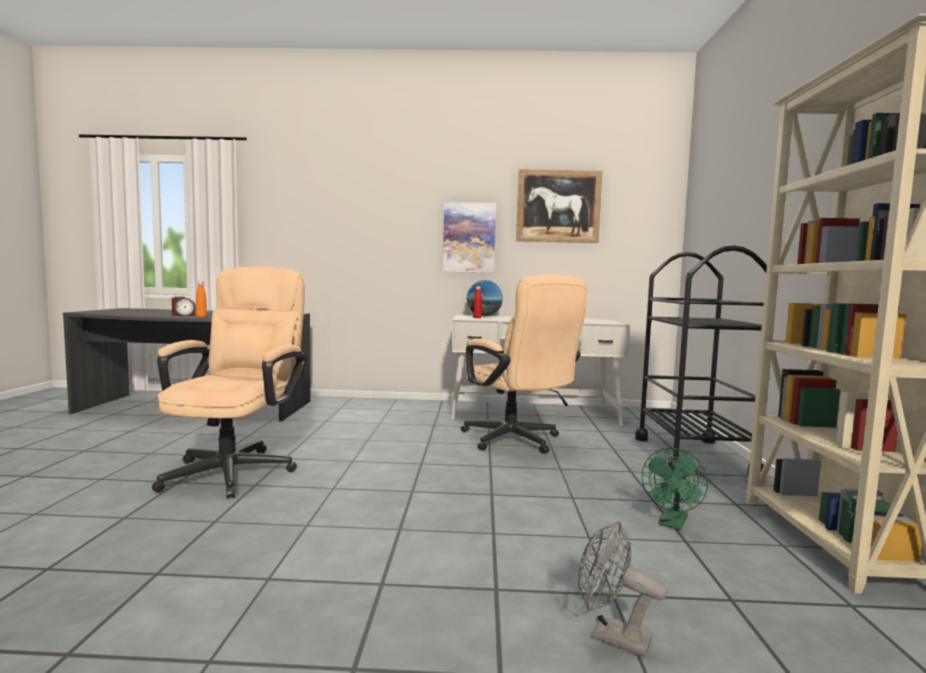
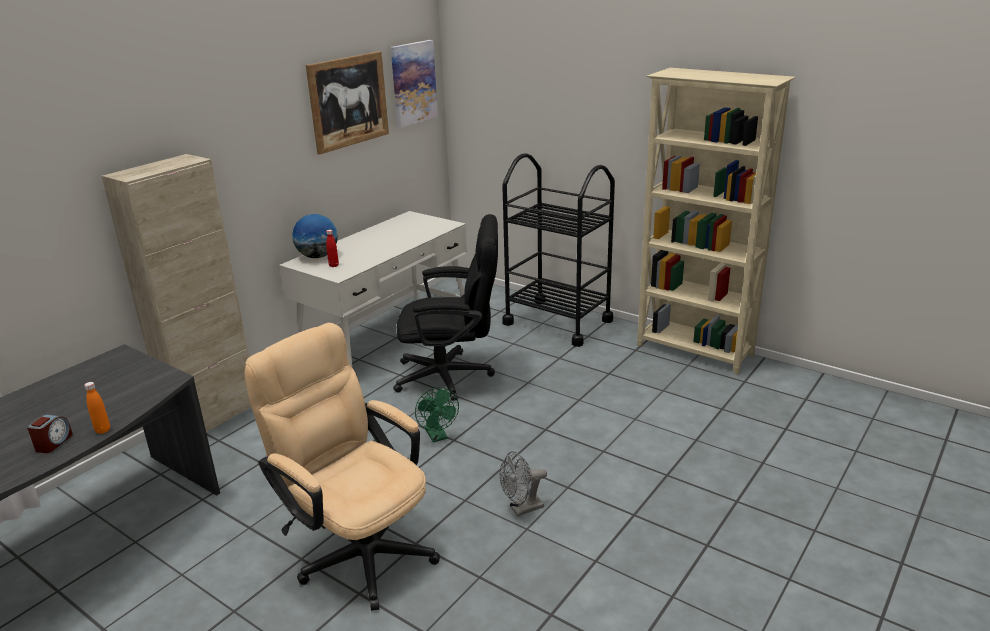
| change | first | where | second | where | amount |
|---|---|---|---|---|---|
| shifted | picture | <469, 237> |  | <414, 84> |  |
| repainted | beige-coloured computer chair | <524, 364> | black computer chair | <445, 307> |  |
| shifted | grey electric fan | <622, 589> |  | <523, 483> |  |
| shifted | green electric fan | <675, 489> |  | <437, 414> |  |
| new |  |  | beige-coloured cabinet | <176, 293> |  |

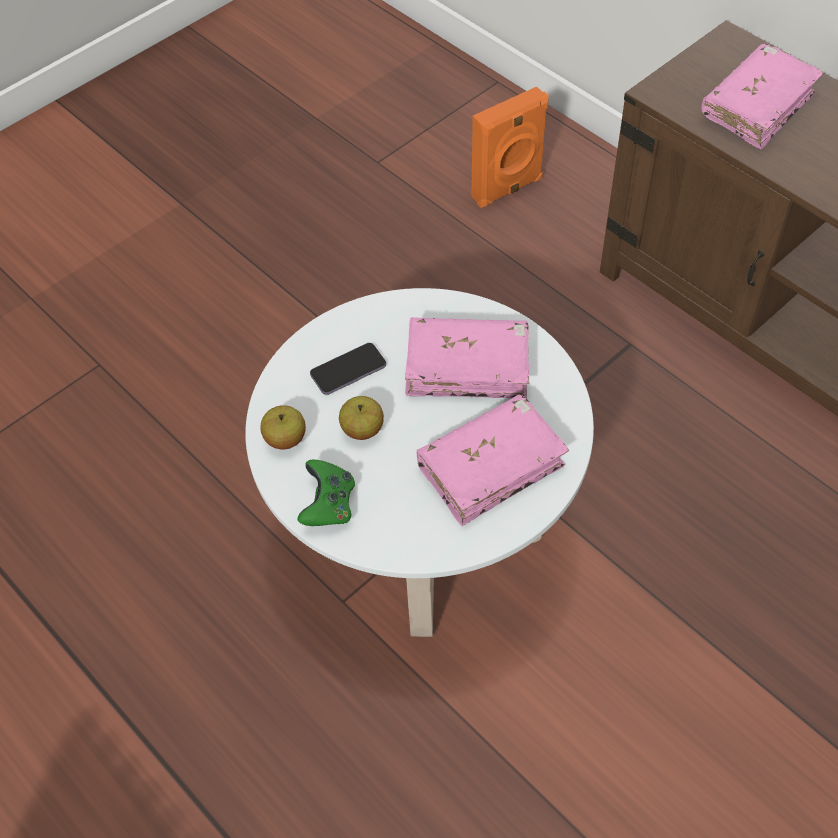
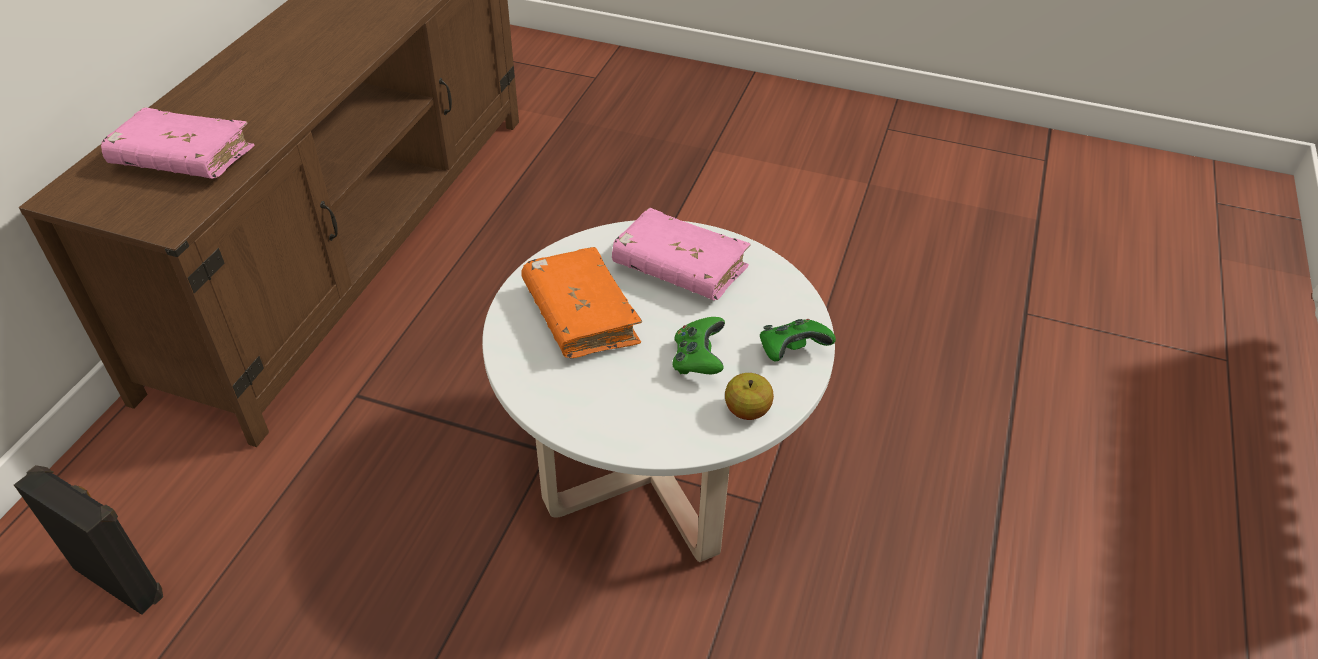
| change | first | where | second | where | amount |
|---|---|---|---|---|---|
| gone | telephone | <348, 369> |  |  |  |
| swapped | apple fruit | <361, 418> | green game controller | <698, 345> |  |
| repainted | pink bound book | <467, 358> | orange bound book | <581, 302> |  |
| repainted | orange loudspeaker | <510, 147> | black loudspeaker | <88, 540> |  |

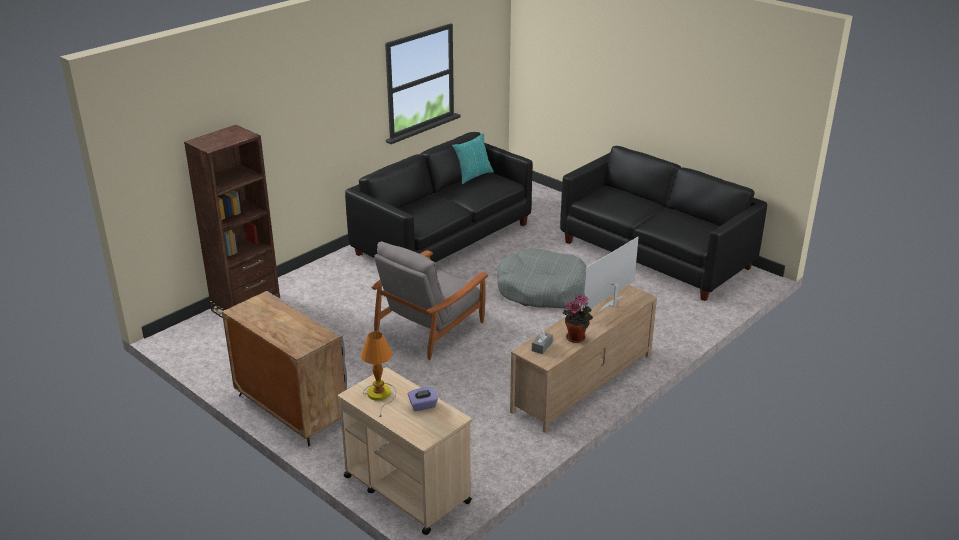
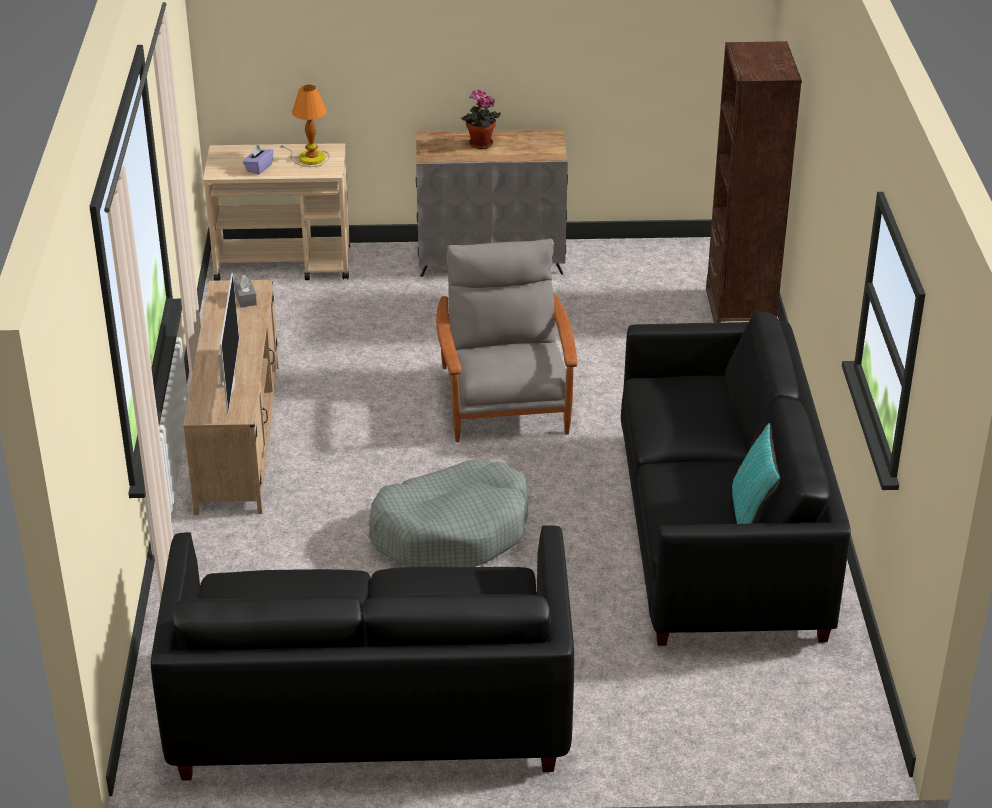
| change | first | where | second | where | amount |
|---|---|---|---|---|---|
| shifted | houseplant | <578, 319> |  | <481, 119> |  |

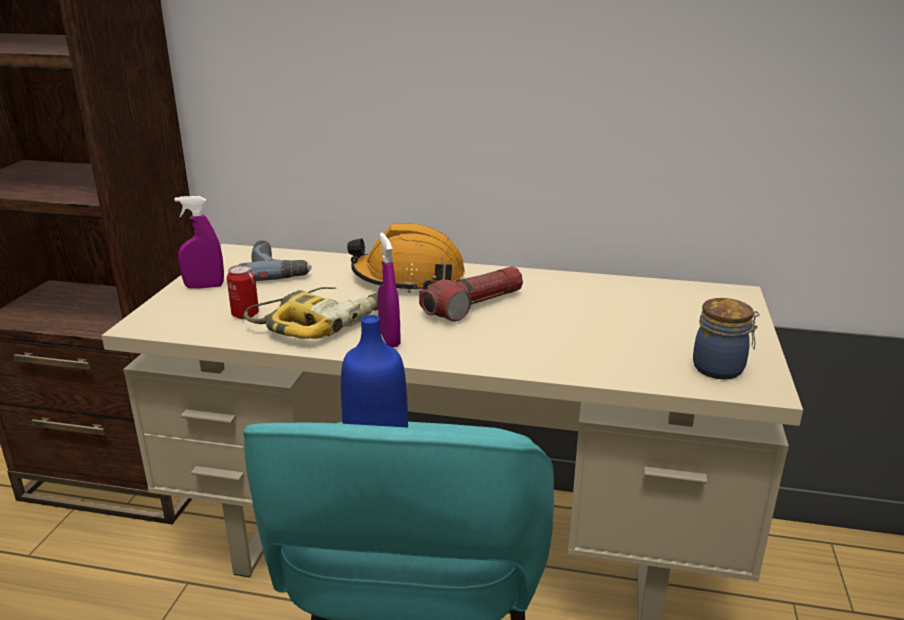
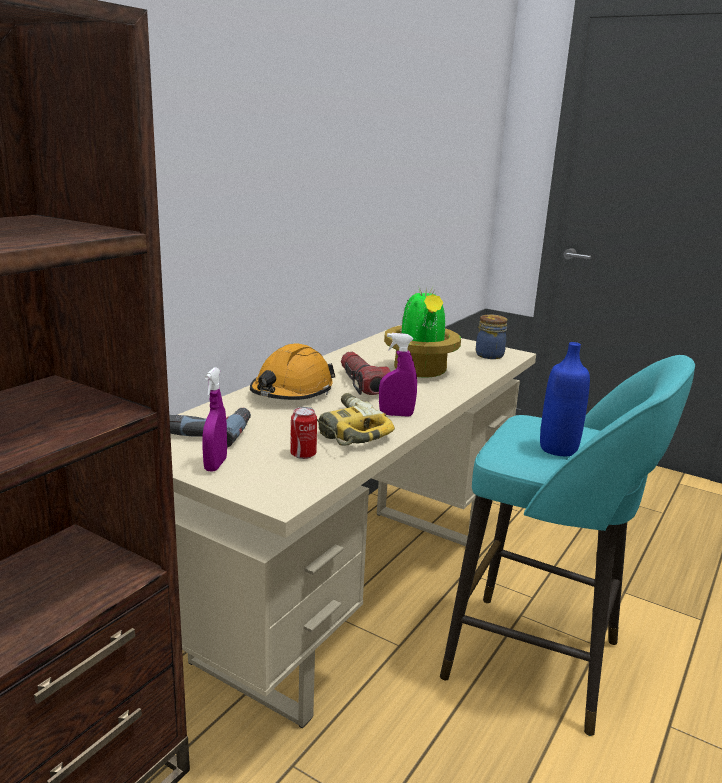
| change | first | where | second | where | amount |
|---|---|---|---|---|---|
| new |  |  | houseplant | <422, 332> |  |

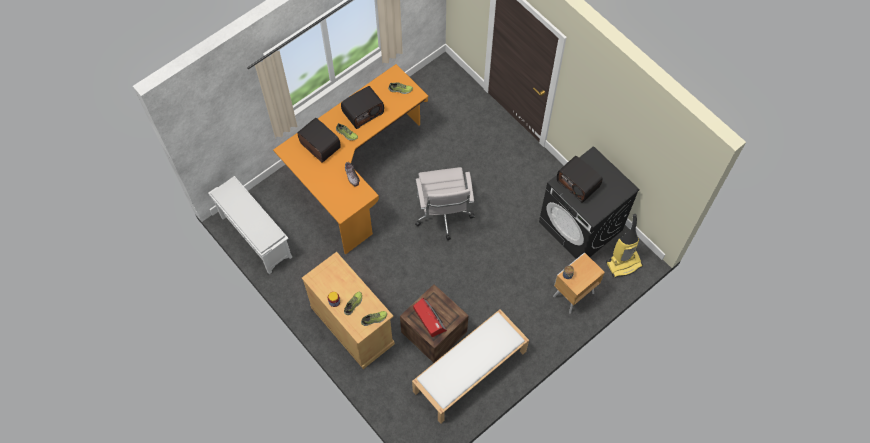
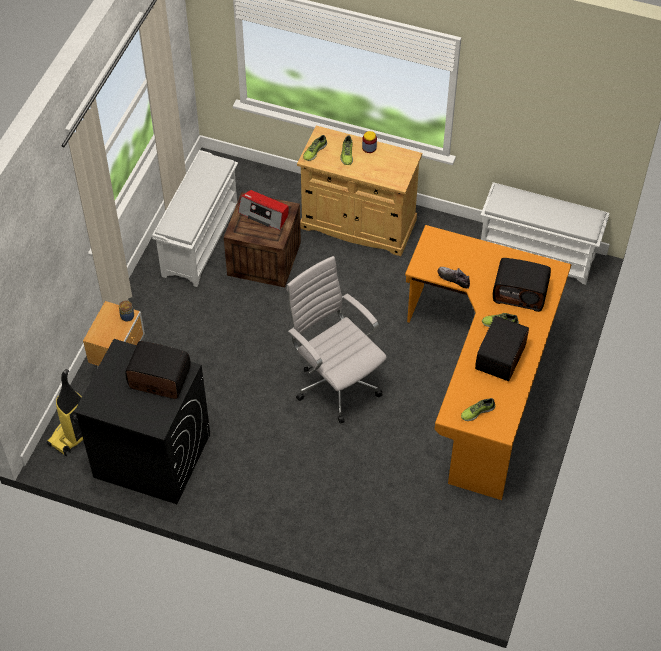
| change | first | where | second | where | amount |
|---|---|---|---|---|---|
| swapped | white-coloured indoor bench | <470, 366> | white-coloured shoe rack | <195, 218> |  |

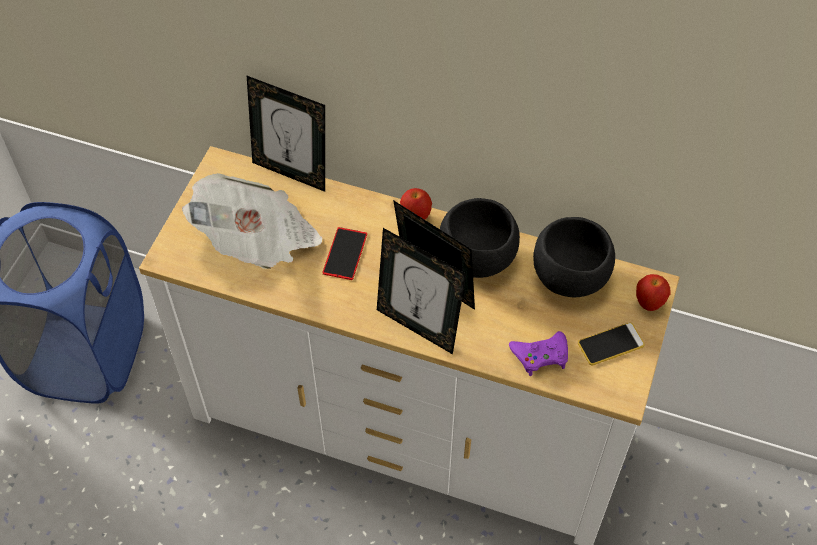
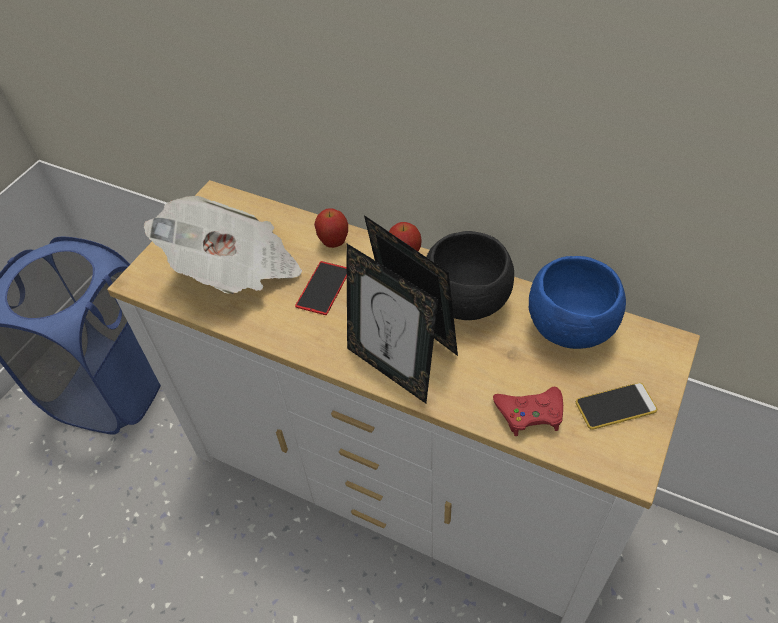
| change | first | where | second | where | amount |
|---|---|---|---|---|---|
| gone | standing frame | <286, 134> |  |  |  |
| repainted | purple game controller | <538, 353> | red-coloured game controller | <528, 411> |  |
| repainted | black serving bowl | <574, 257> | bluish serving bowl | <577, 302> |  |
| shifted | apple fruit | <653, 292> |  | <331, 228> |  |

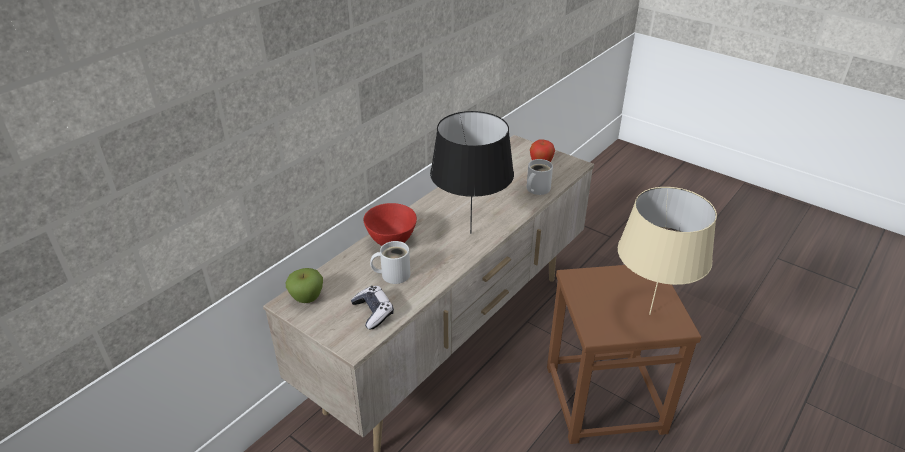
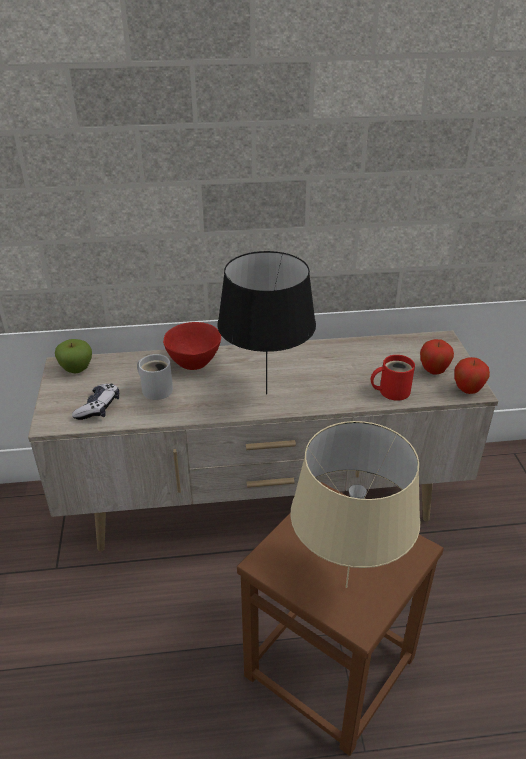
| change | first | where | second | where | amount |
|---|---|---|---|---|---|
| repainted | white-coloured tea mug | <540, 177> | red-coloured tea mug | <393, 378> |  |
| new |  |  | apple fruit | <472, 375> |  |

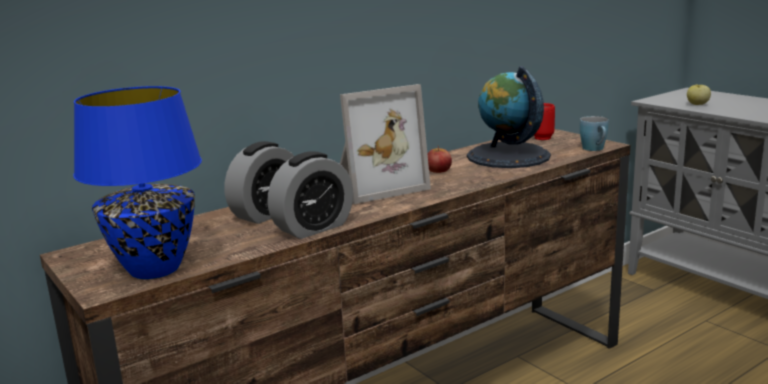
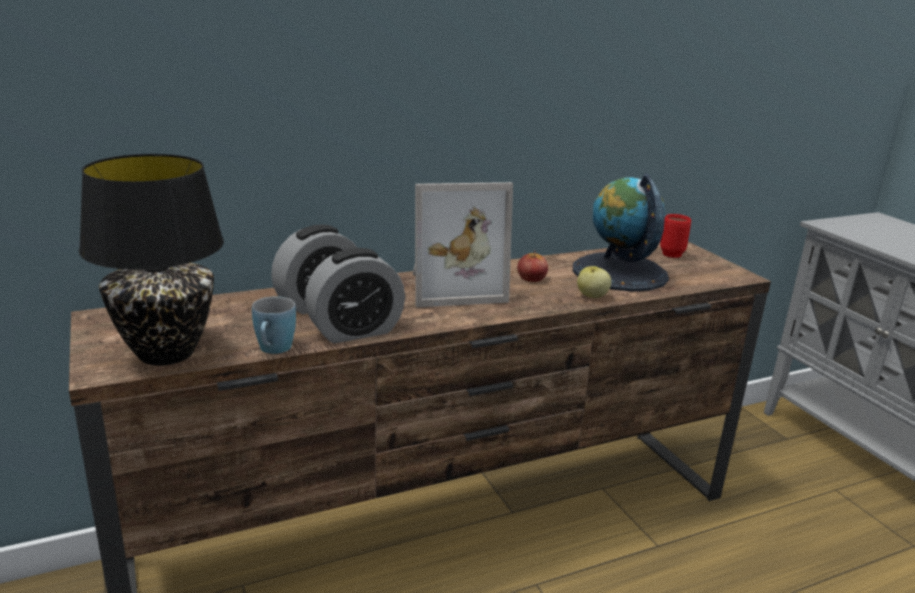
| change | first | where | second | where | amount |
|---|---|---|---|---|---|
| repainted | bluish table lamp | <137, 182> | black table lamp | <151, 260> |  |
| shifted | bluish tea mug | <594, 133> |  | <274, 325> |  |
| shifted | apple fruit | <699, 95> |  | <594, 282> |  |

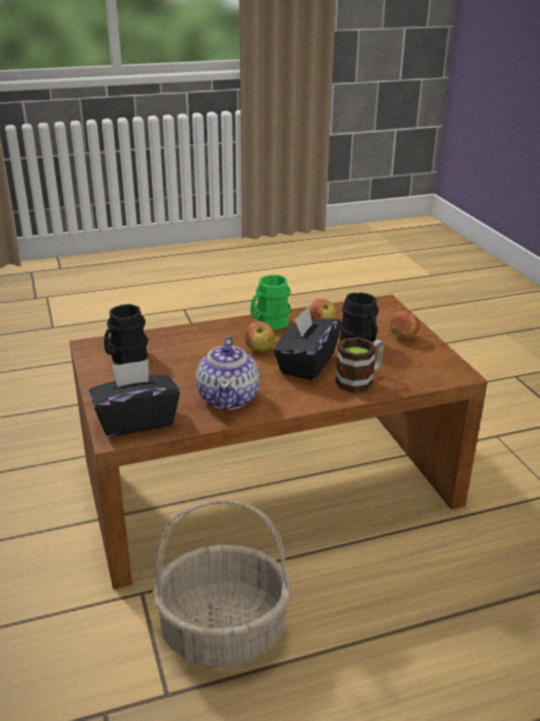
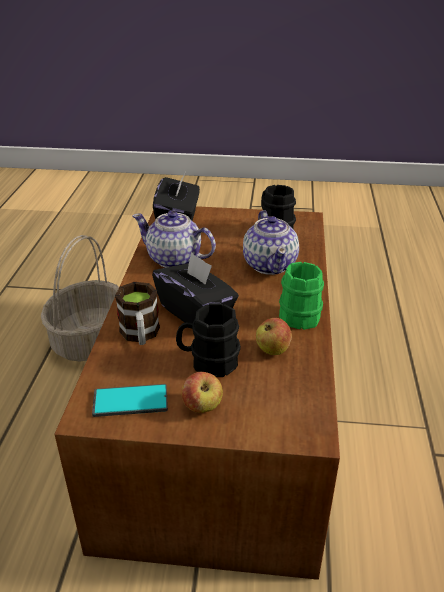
| change | first | where | second | where | amount |
|---|---|---|---|---|---|
| gone | apple fruit | <260, 336> |  |  |  |
| new |  |  | telephone | <130, 400> |  |
| new |  |  | teapot | <271, 242> |  |

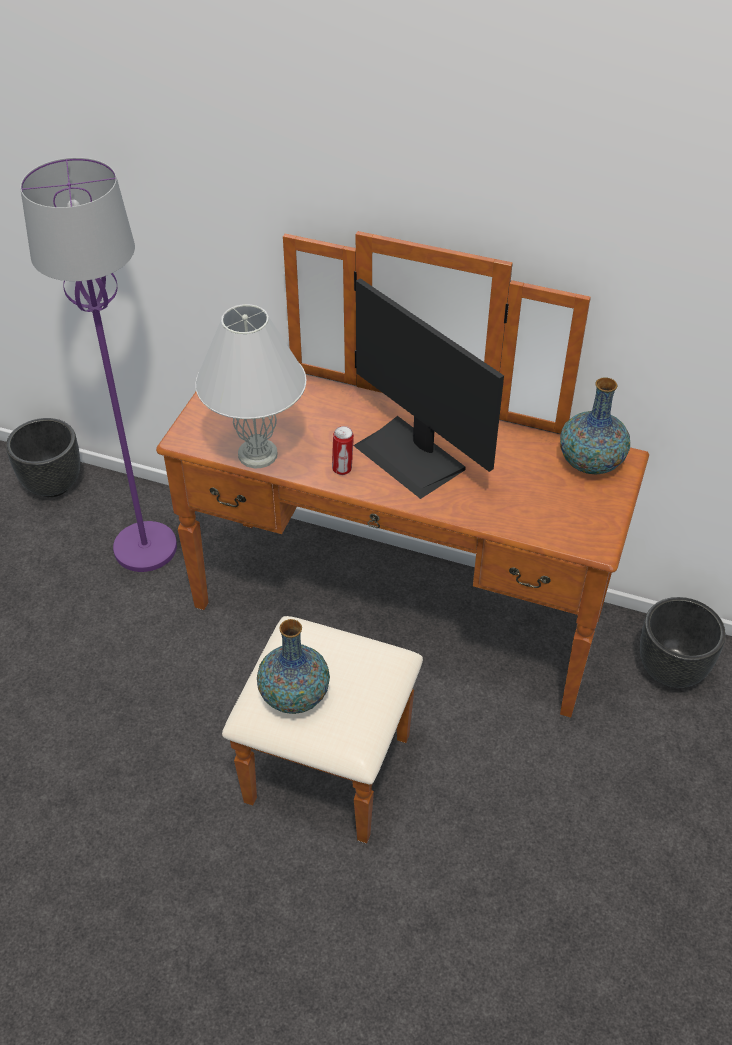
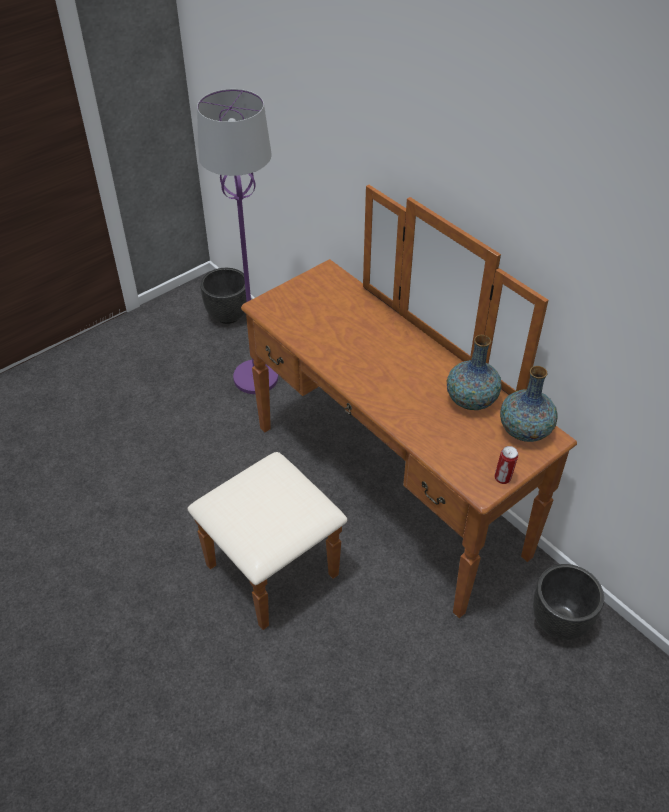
| change | first | where | second | where | amount |
|---|---|---|---|---|---|
| gone | white-coloured table lamp | <250, 386> |  |  |  |
| shifted | flower vase | <293, 666> |  | <474, 372> |  |
| shifted | metal can | <343, 450> |  | <506, 465> |  |
| gone | monitor | <428, 388> |  |  |  |

